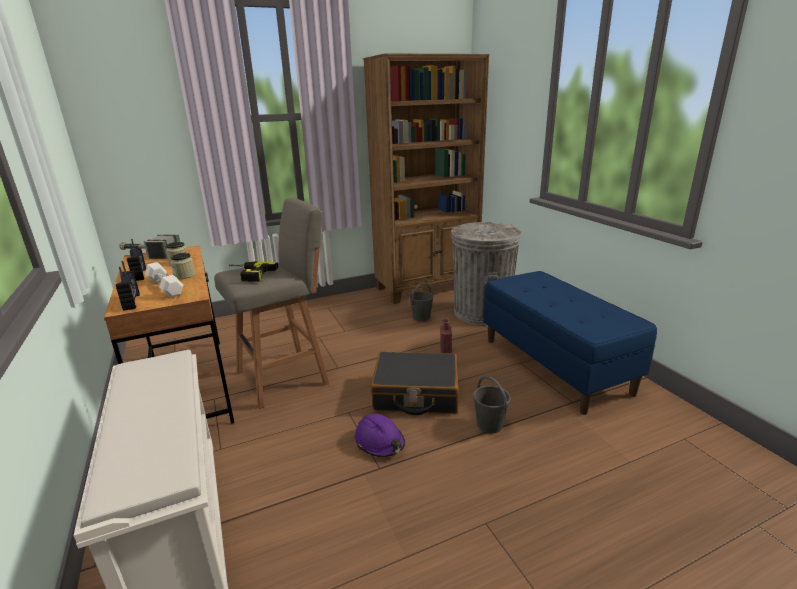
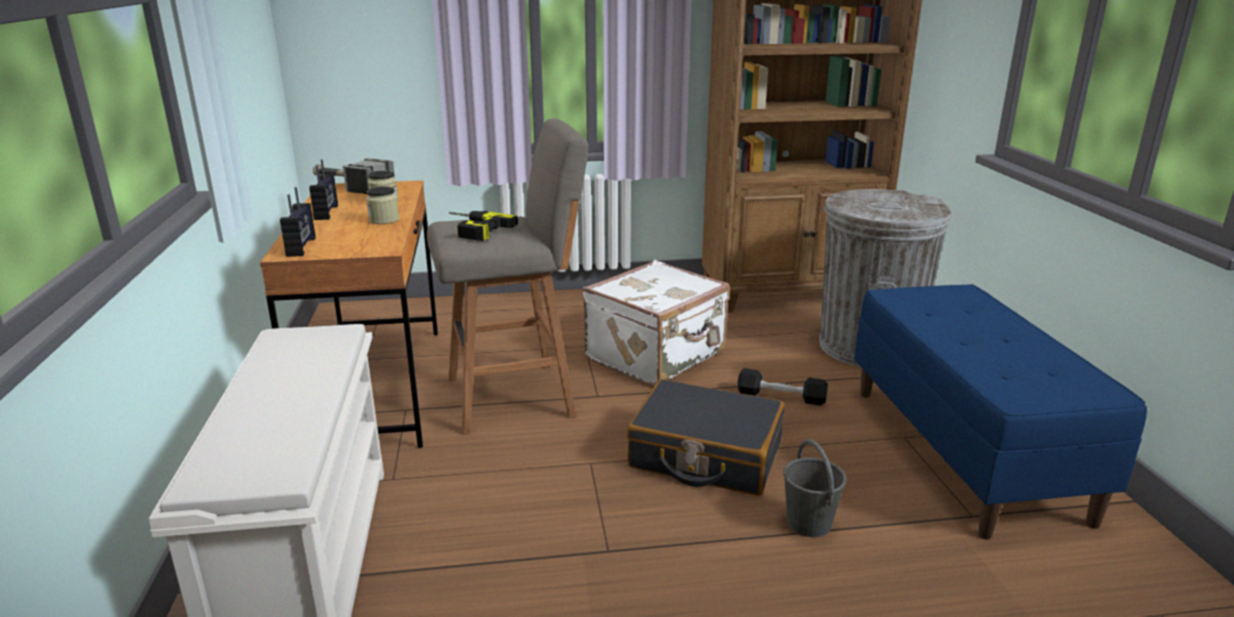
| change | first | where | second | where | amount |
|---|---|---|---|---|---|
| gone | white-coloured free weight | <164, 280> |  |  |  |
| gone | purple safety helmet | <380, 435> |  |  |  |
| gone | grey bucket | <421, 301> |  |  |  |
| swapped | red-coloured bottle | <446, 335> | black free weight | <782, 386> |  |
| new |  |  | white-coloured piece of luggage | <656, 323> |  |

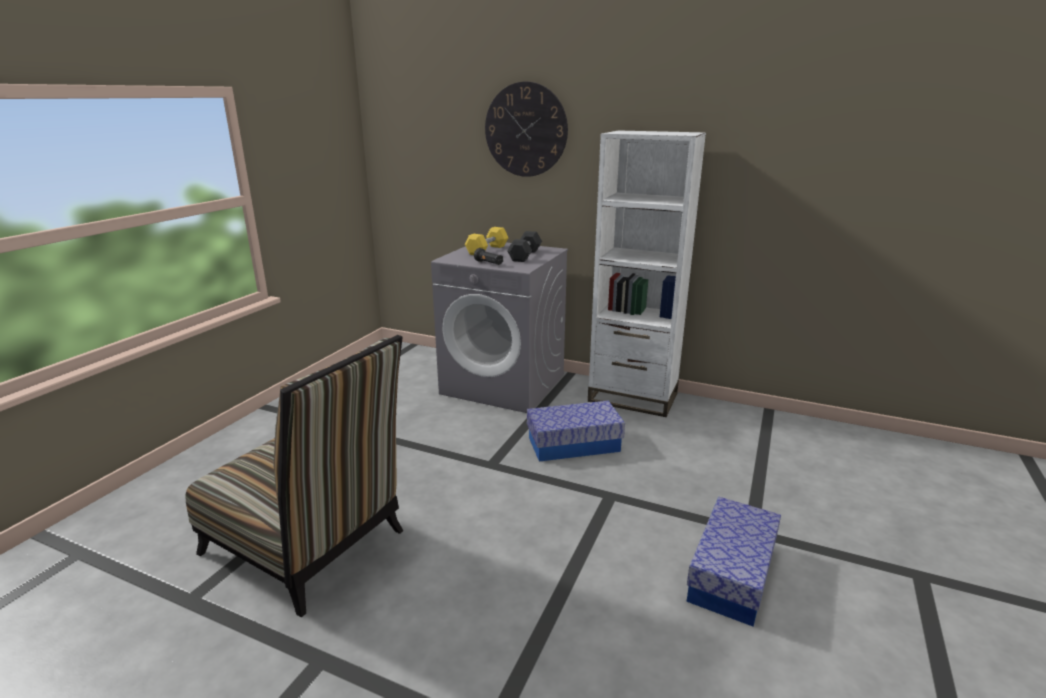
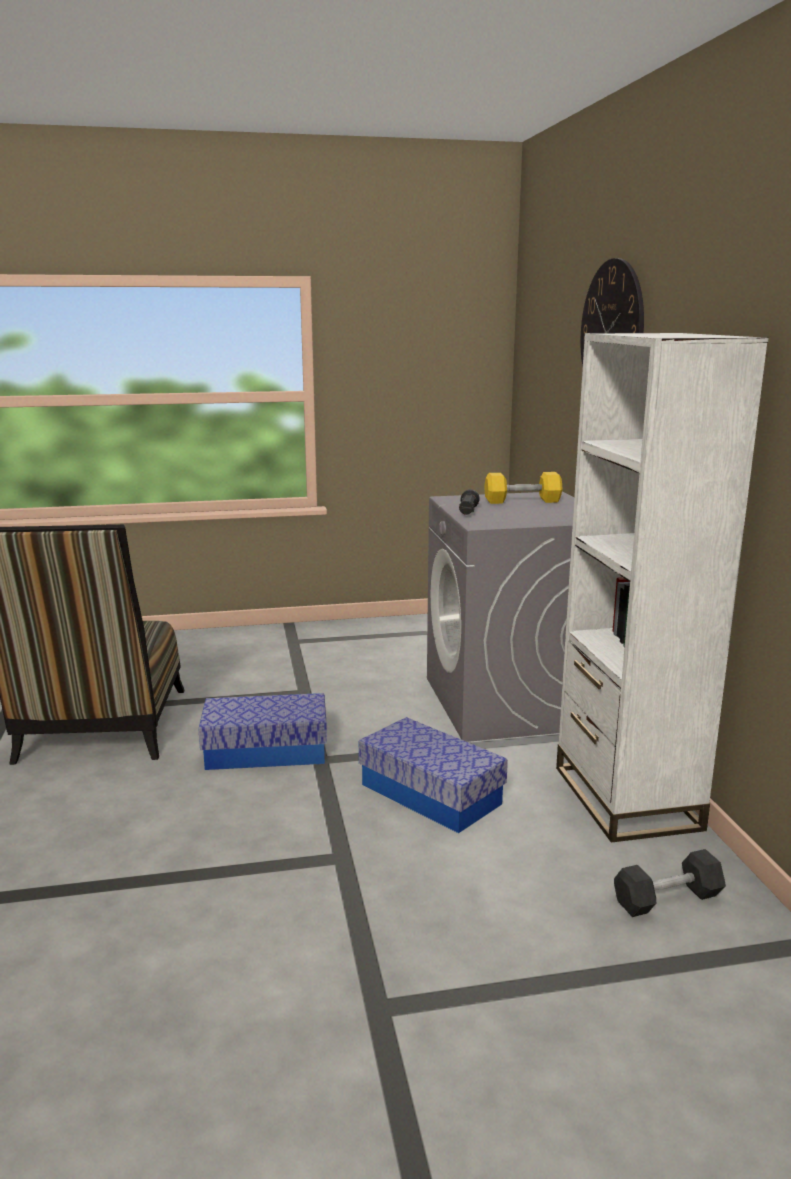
| change | first | where | second | where | amount |
|---|---|---|---|---|---|
| shifted | black free weight | <524, 246> |  | <670, 883> |  |
| shifted | storage container | <733, 562> |  | <262, 731> |  |

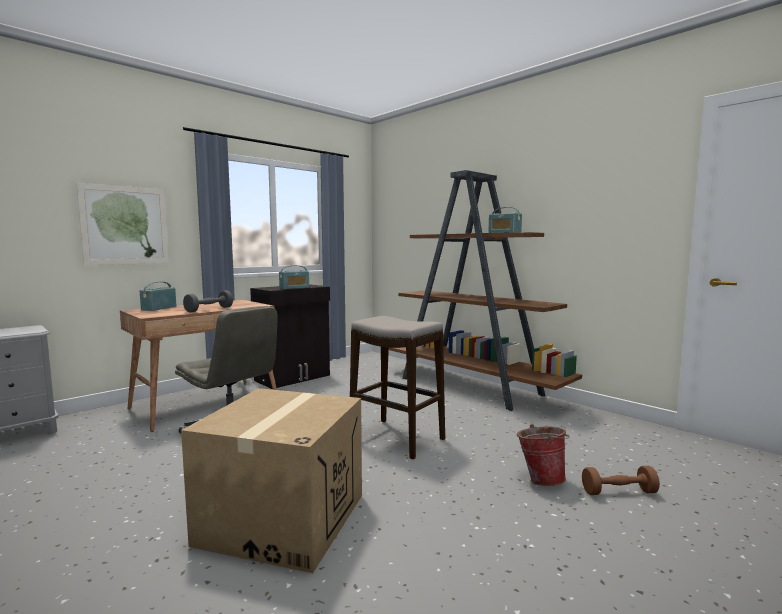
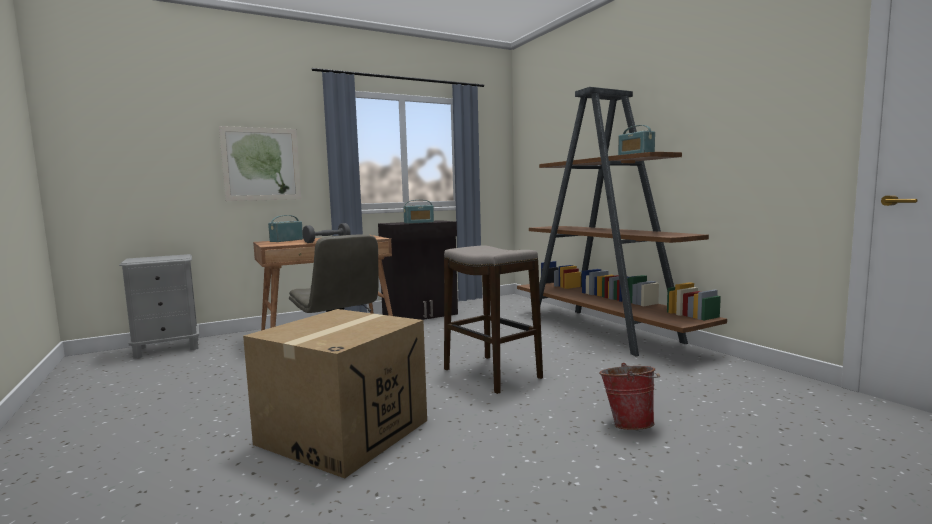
| change | first | where | second | where | amount |
|---|---|---|---|---|---|
| gone | brownish free weight | <621, 480> |  |  |  |

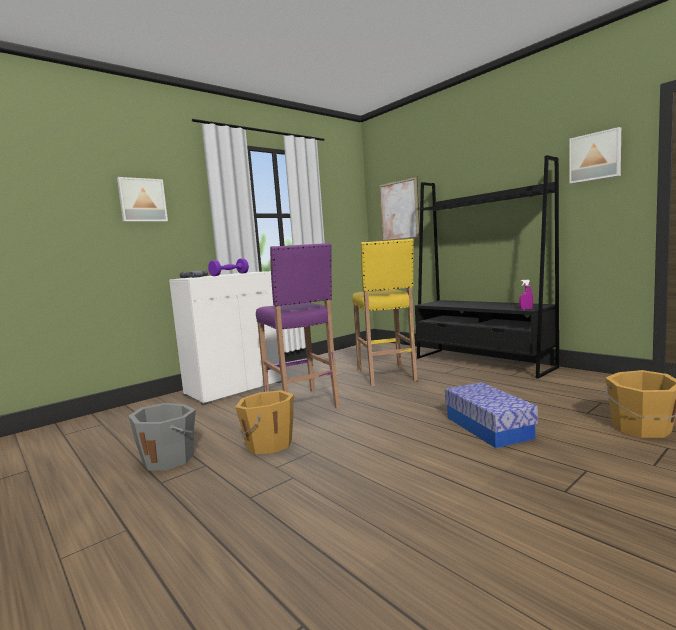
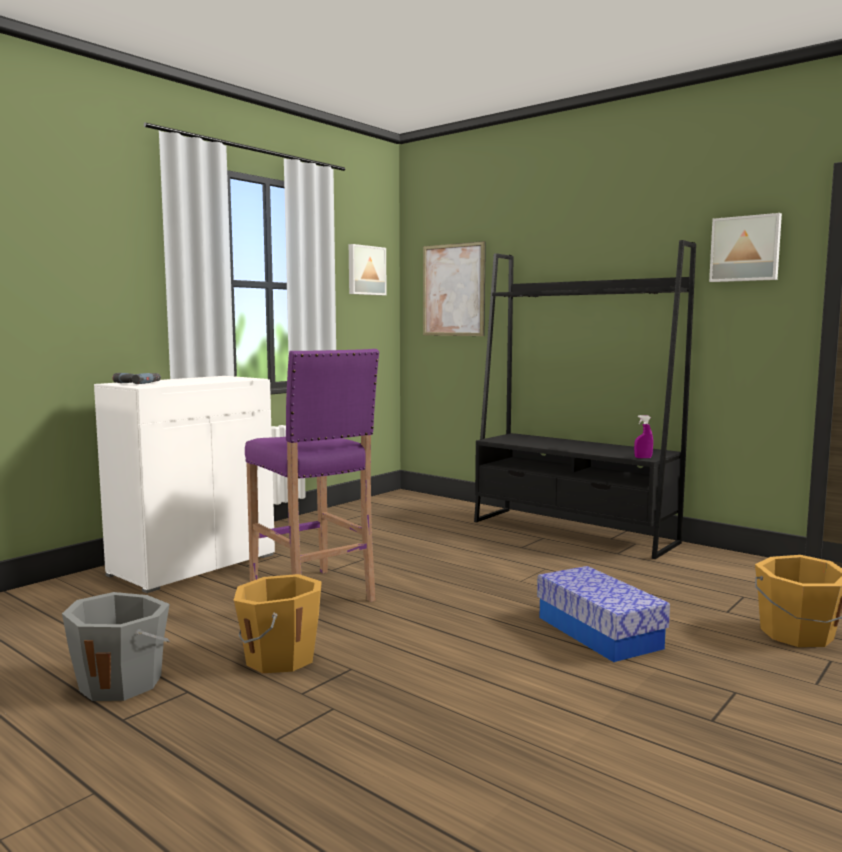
| change | first | where | second | where | amount |
|---|---|---|---|---|---|
| shifted | picture | <142, 199> |  | <367, 269> |  |
| gone | purple free weight | <228, 267> |  |  |  |
| gone | yellow stool seat | <385, 312> |  |  |  |

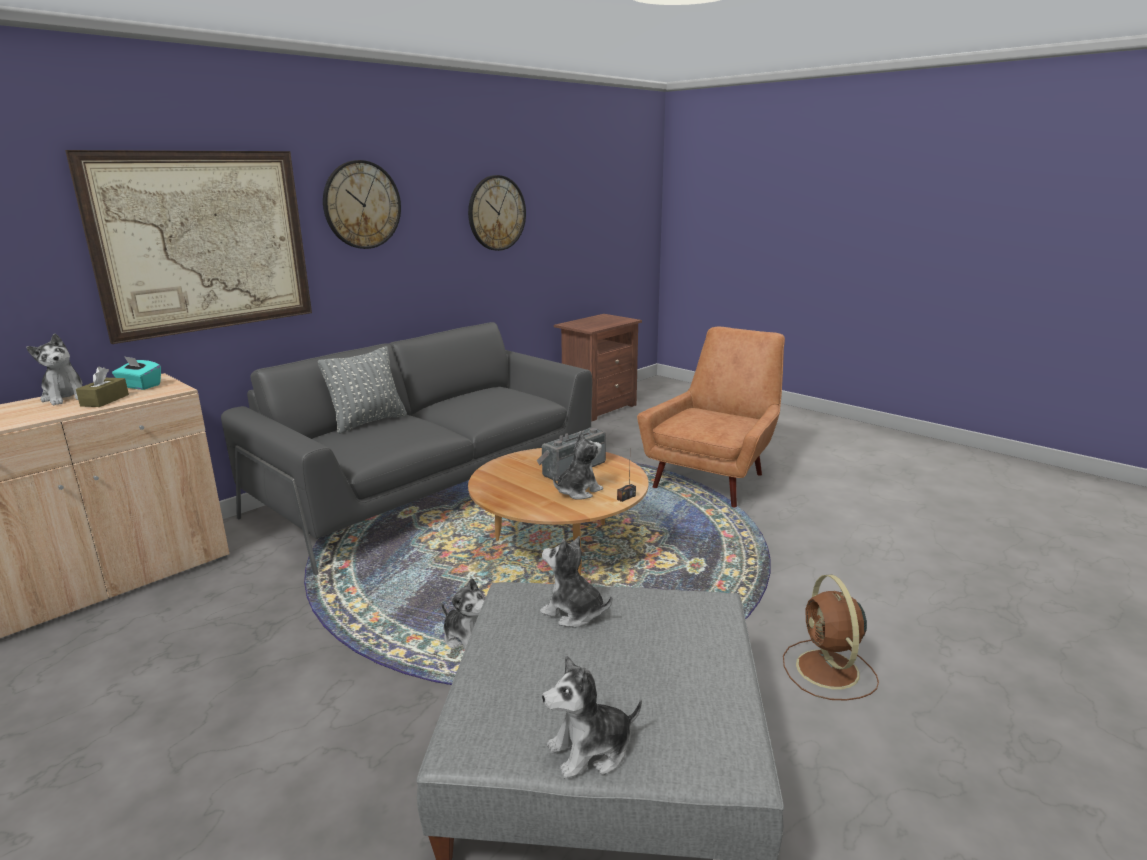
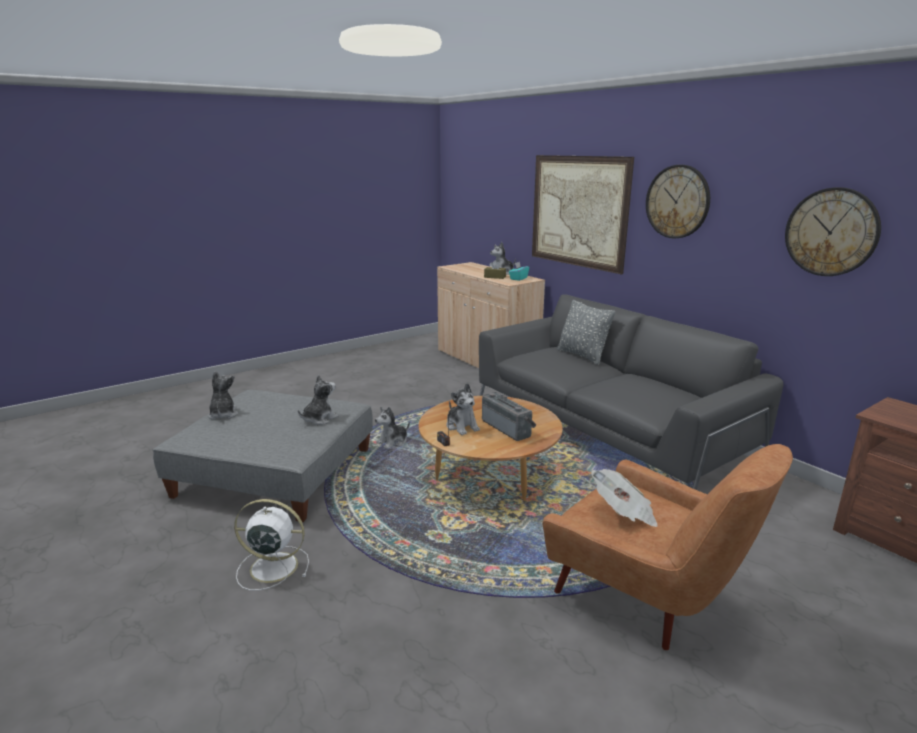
| change | first | where | second | where | amount |
|---|---|---|---|---|---|
| repainted | brownish electric fan | <831, 638> | white-coloured electric fan | <271, 545> |  |
| new |  |  | newspaper | <624, 498> |  |

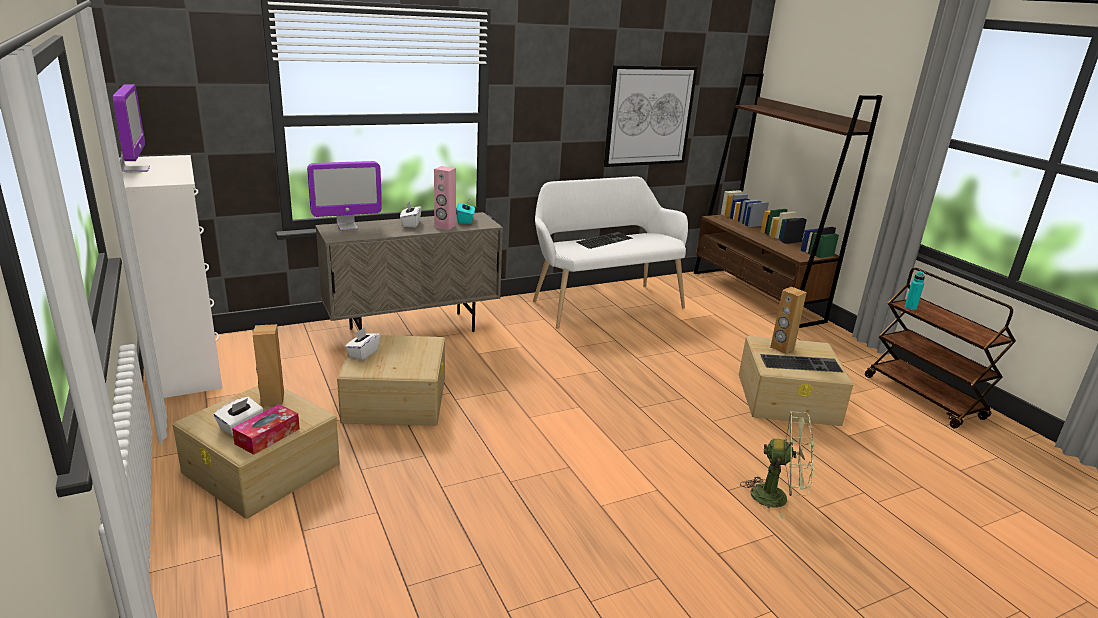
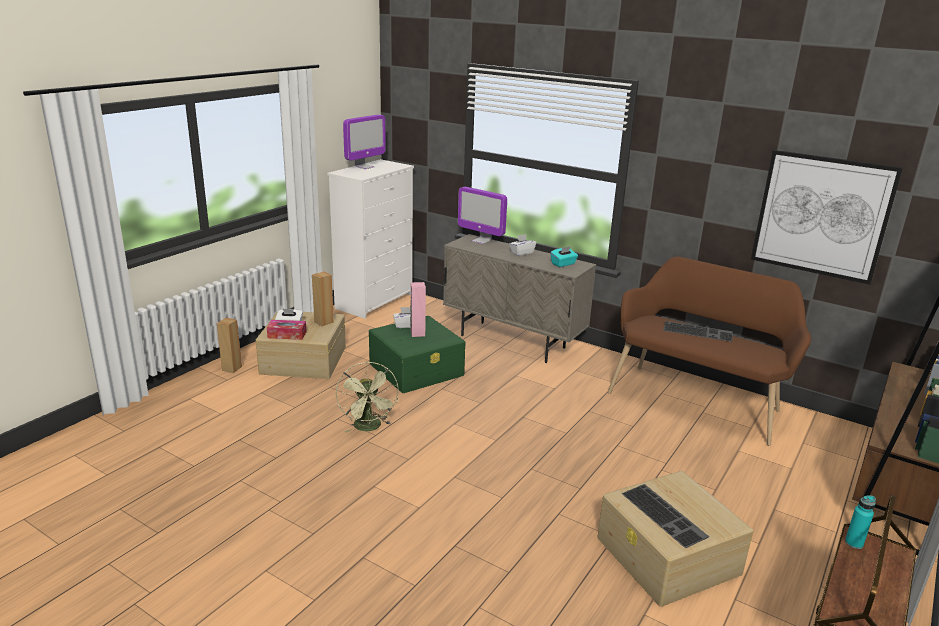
| change | first | where | second | where | amount |
|---|---|---|---|---|---|
| repainted | beige-coloured storage container | <391, 380> | green storage container | <417, 354> |  |
| shifted | pink loudspeaker | <445, 198> |  | <418, 309> |  |
| repainted | white-coloured indoor bench | <610, 252> | brownish indoor bench | <709, 351> |  |
| shifted | green electric fan | <777, 465> |  | <367, 397> |  |
| shifted | brownish loudspeaker | <788, 320> |  | <229, 345> |  |

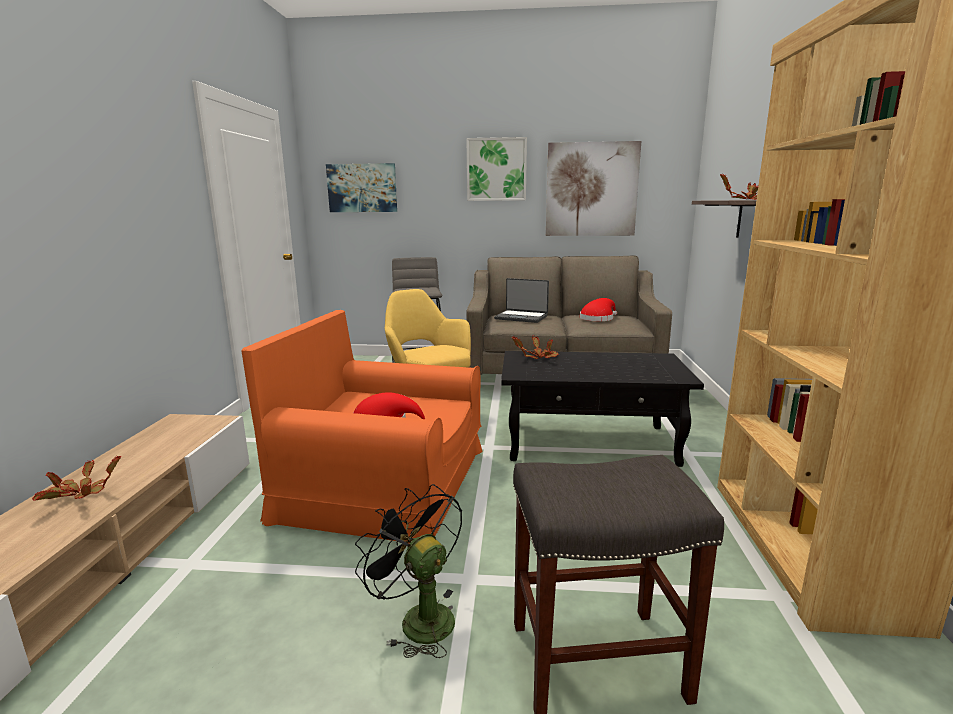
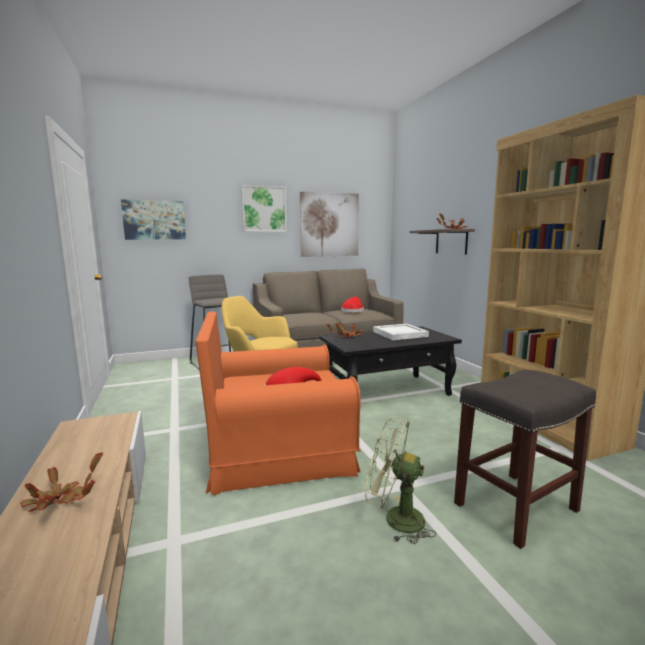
| change | first | where | second | where | amount |
|---|---|---|---|---|---|
| repainted | black electric fan | <408, 571> | green electric fan | <400, 480> |  |
| gone | portable computer | <521, 300> |  |  |  |
| new |  |  | white-coloured carrying tray | <401, 332> |  |

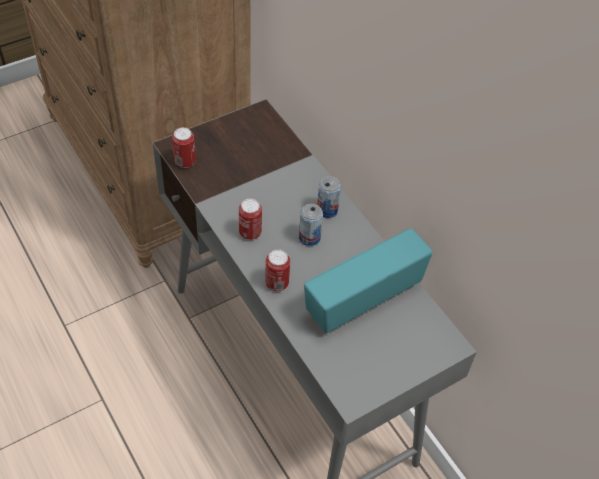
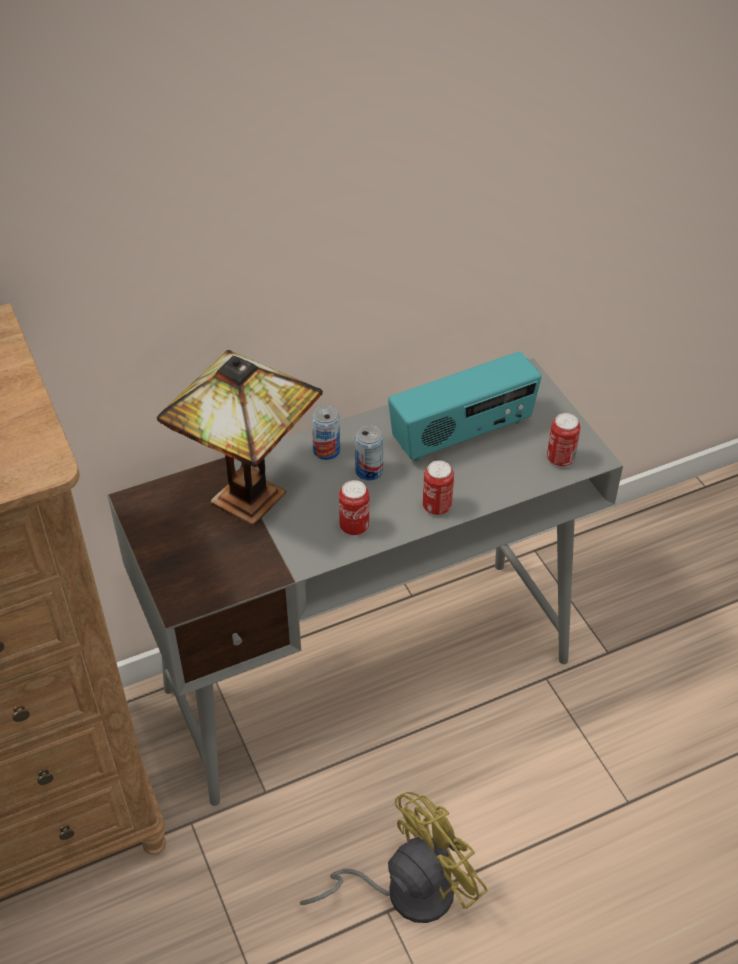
| change | first | where | second | where | amount |
|---|---|---|---|---|---|
| shifted | metal can | <184, 147> |  | <563, 440> |  |
| rotated | radio | <368, 280> |  | <465, 406> | 90 degrees counterclockwise |
| new |  |  | table lamp | <240, 438> |  |
| new |  |  | yellow electric fan | <394, 857> |  |

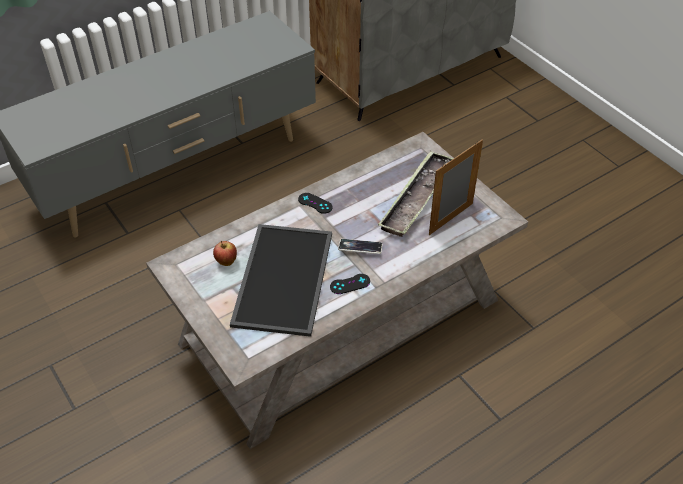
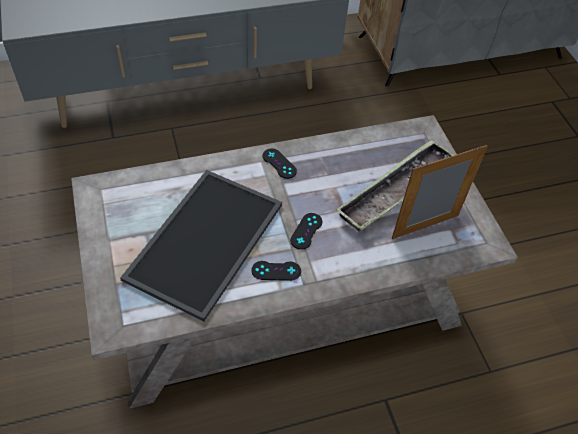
| change | first | where | second | where | amount |
|---|---|---|---|---|---|
| gone | apple fruit | <225, 253> |  |  |  |
| swapped | telephone | <360, 246> | black game controller | <306, 231> |  |

